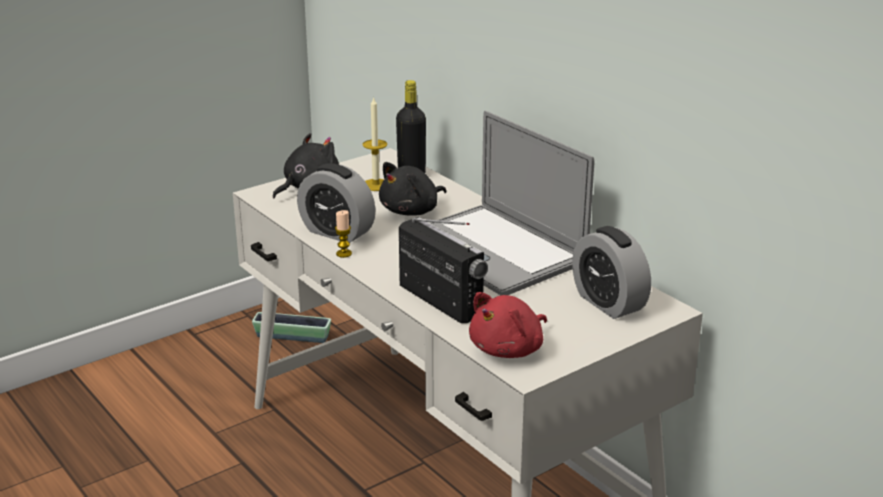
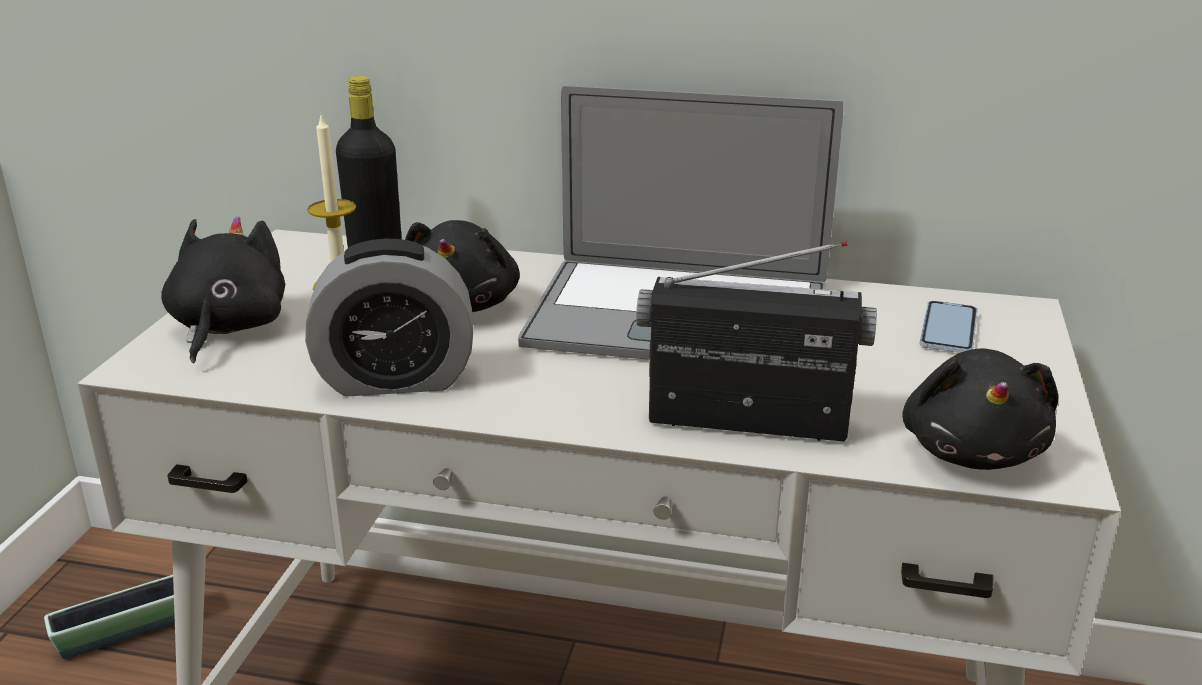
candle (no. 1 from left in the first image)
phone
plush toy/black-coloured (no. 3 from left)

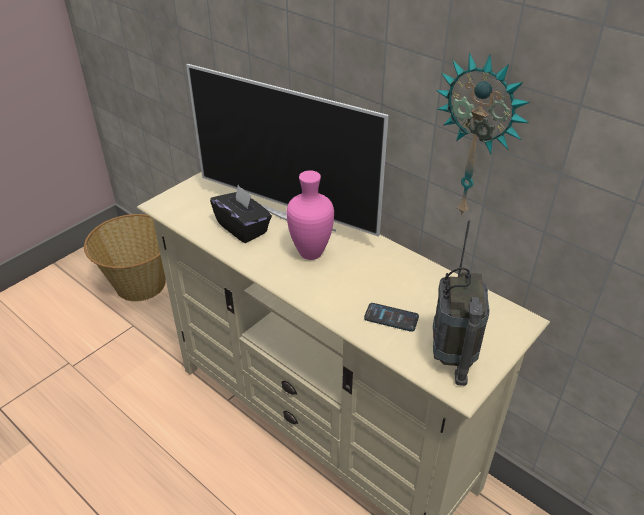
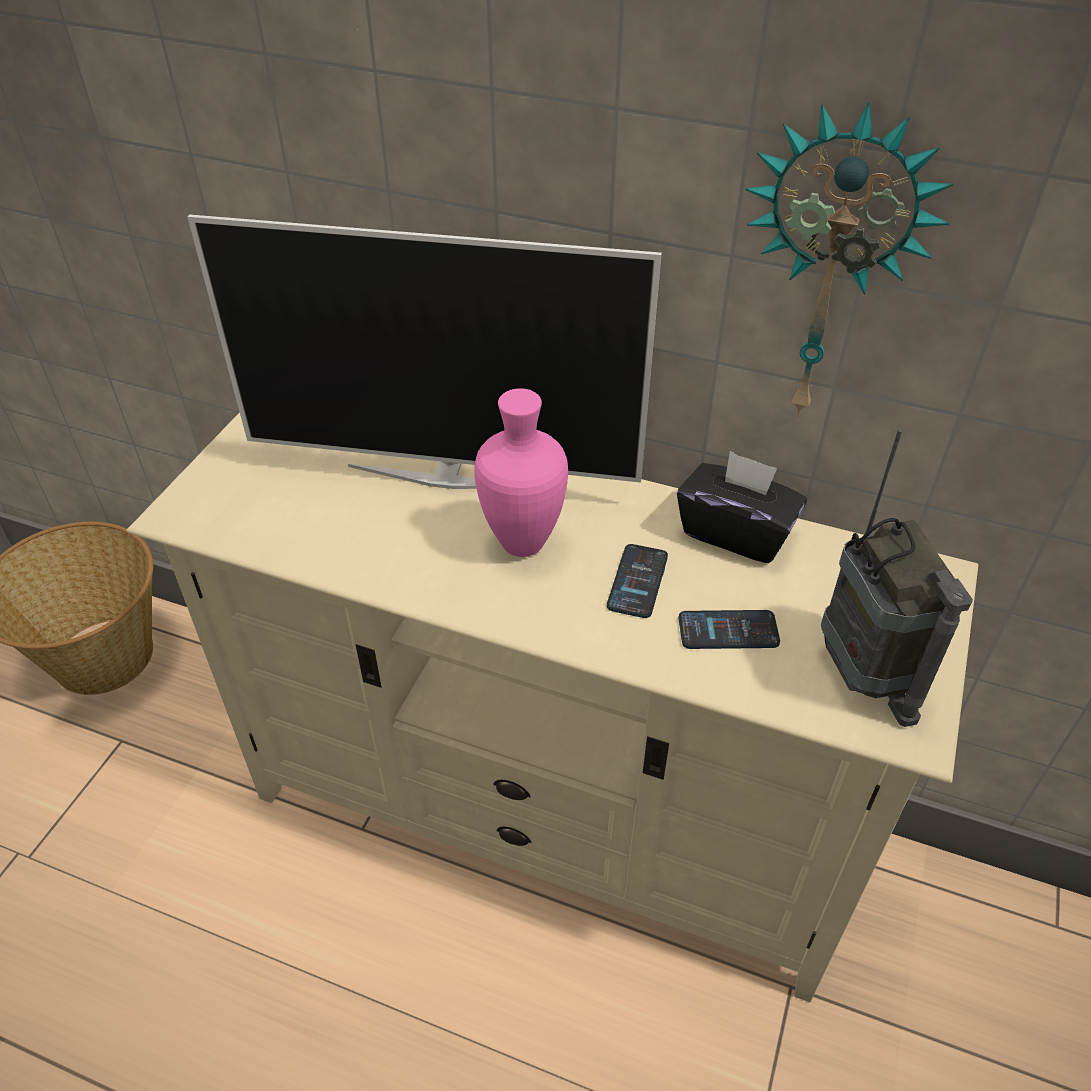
box of tissues/black-coloured
phone (no. 1 from left)

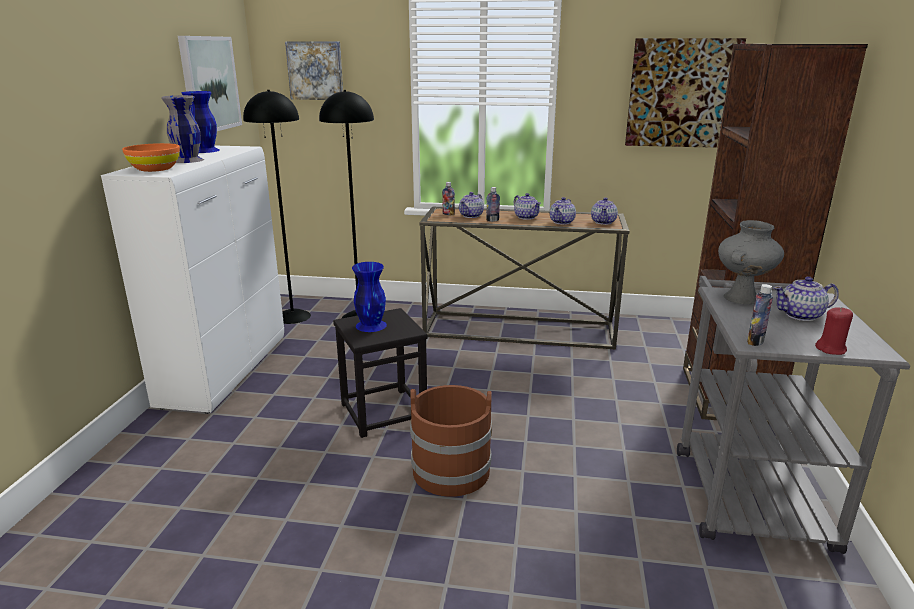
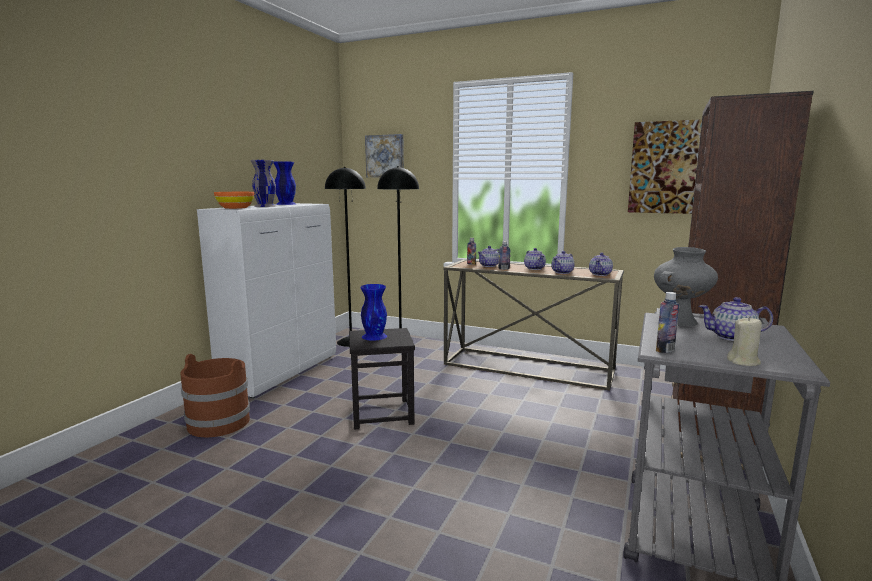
wall art (no. 1 from left in the first image)
candle/sand-coloured
bucket/brown-coloured

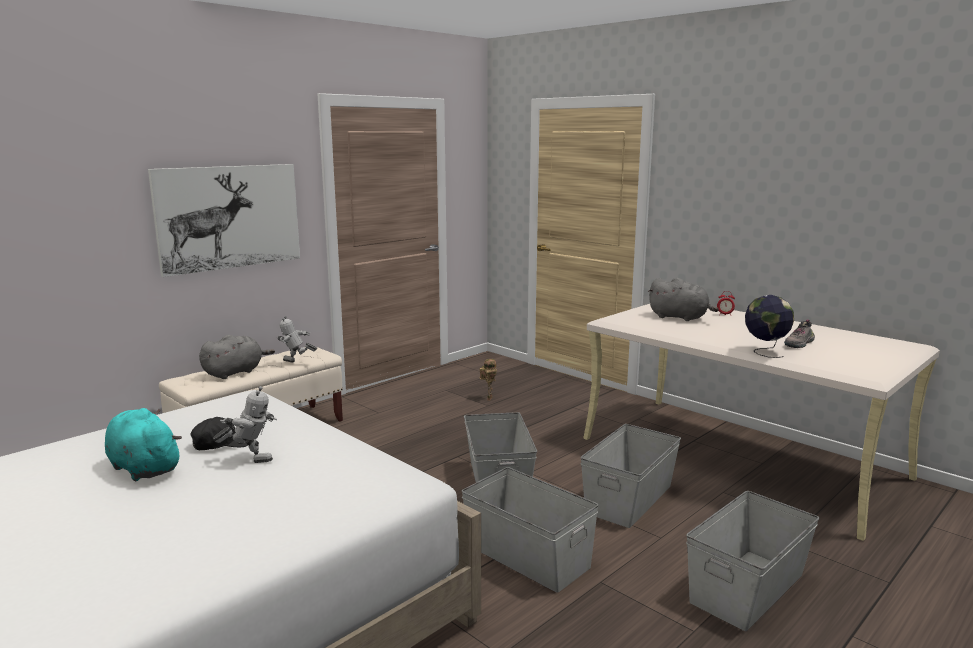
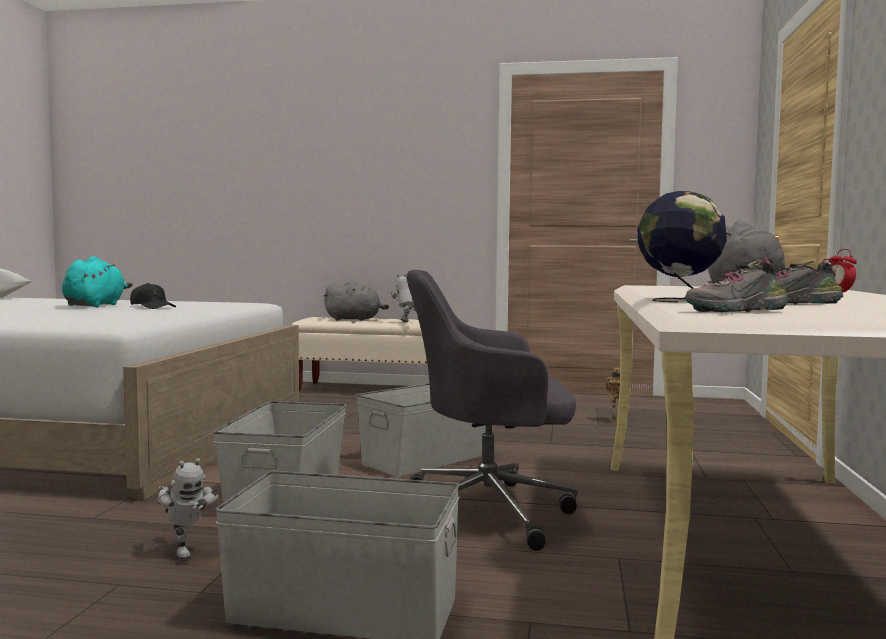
wall art
toy robot (no. 1 from left)
computer chair/grey
low shoe (no. 1 from left)

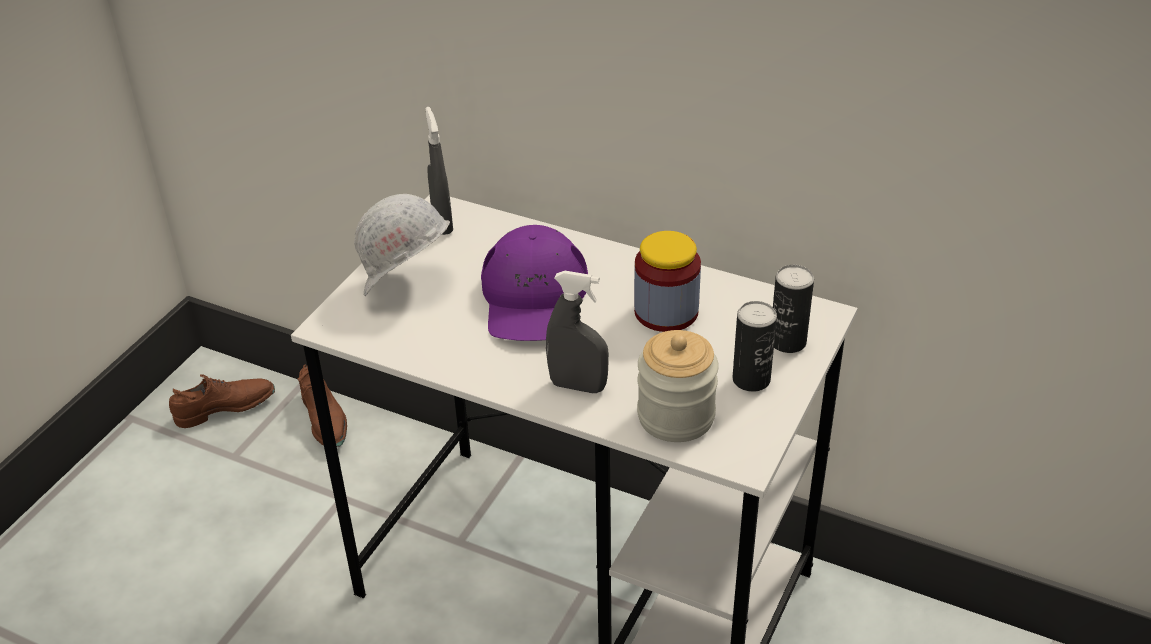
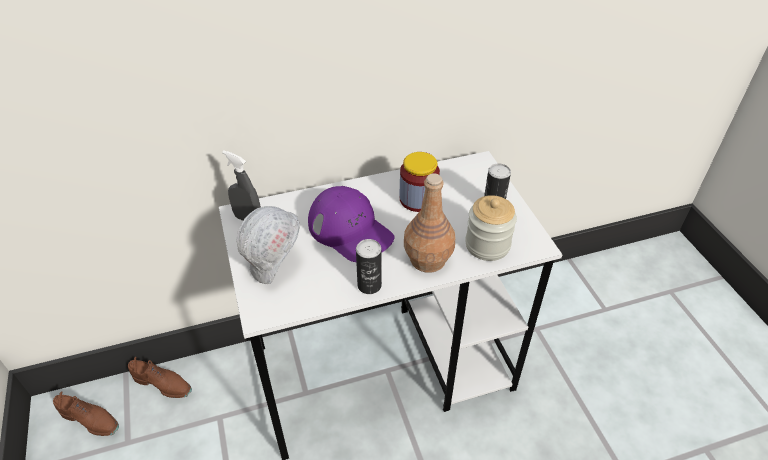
metal can (no. 1 from left)
bottle/brown-coloured
low shoe/brown-coloured (no. 1 from left)

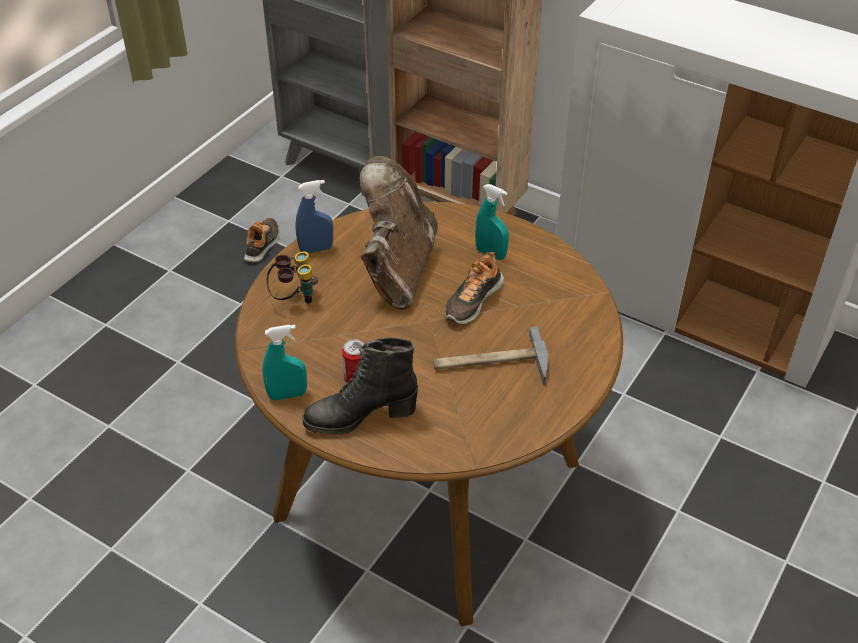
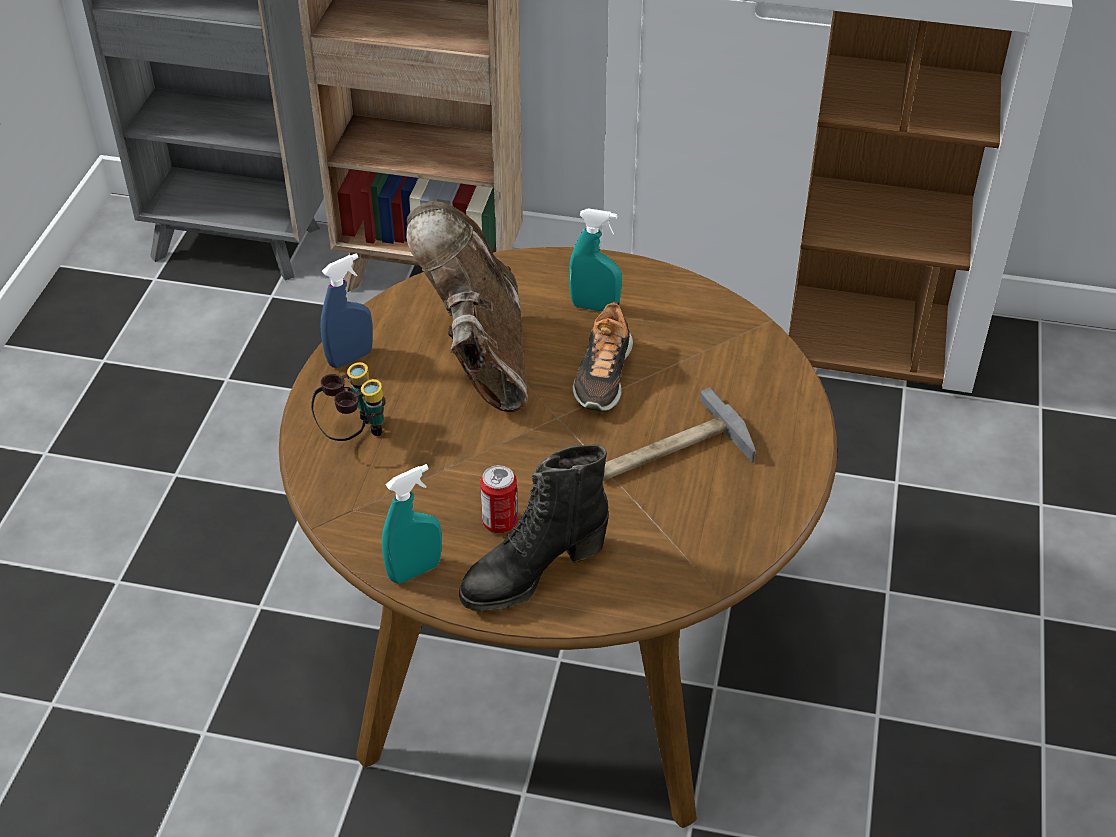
low shoe (no. 1 from left in the first image)

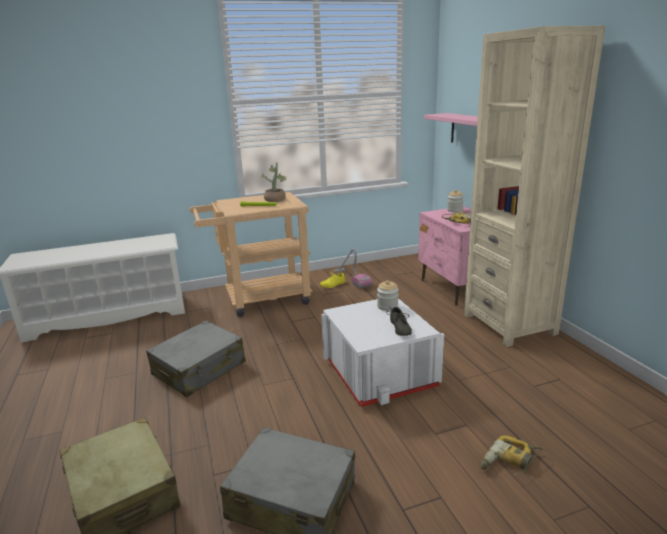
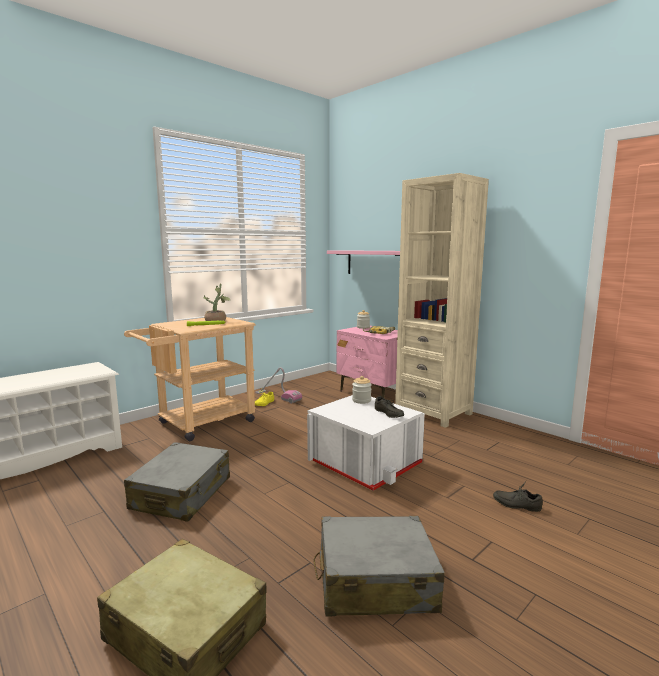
low shoe/grey (no. 2 from left)

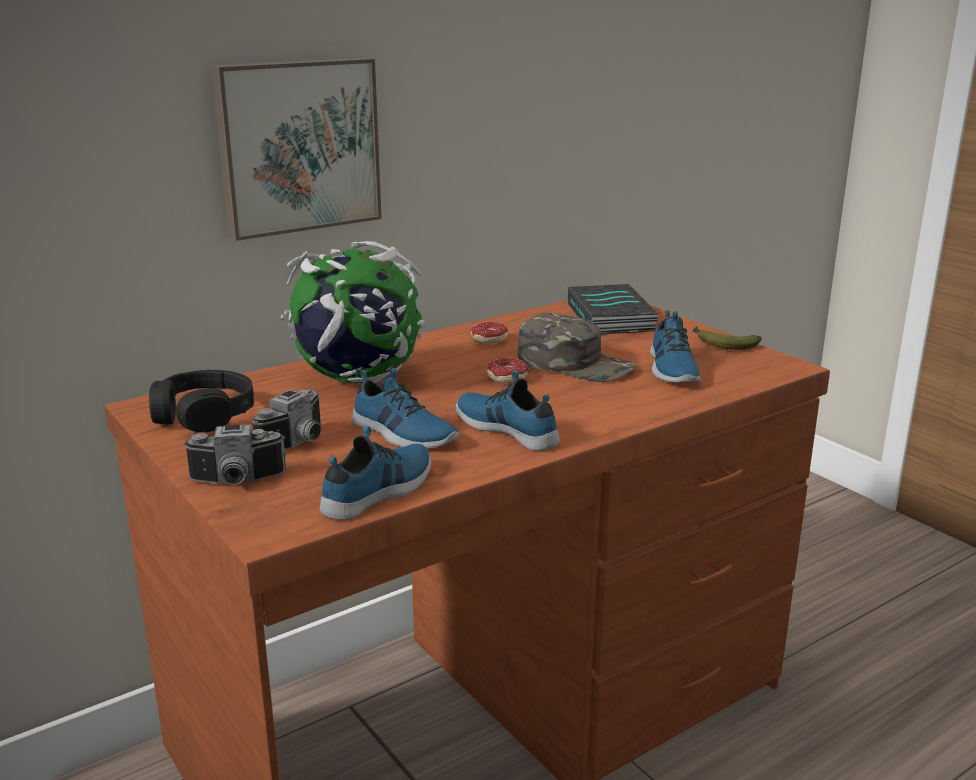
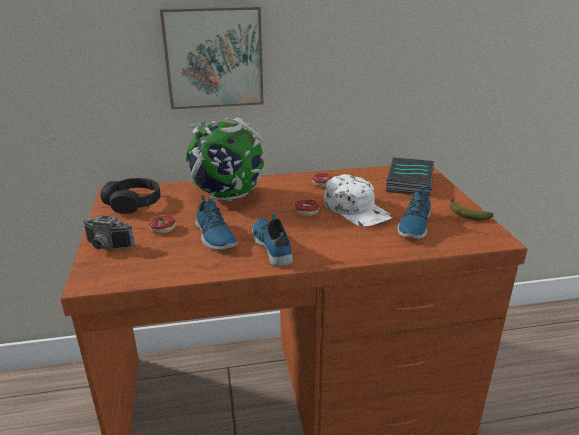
cap/whitish
donut (no. 1 from left)
low shoe (no. 1 from left in the first image)

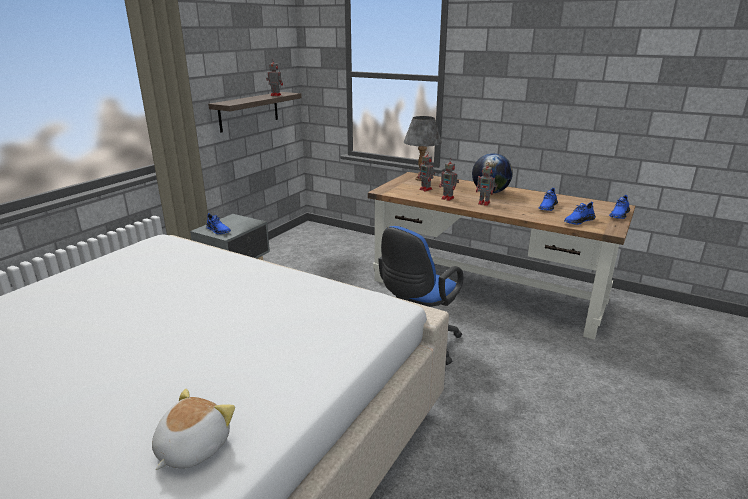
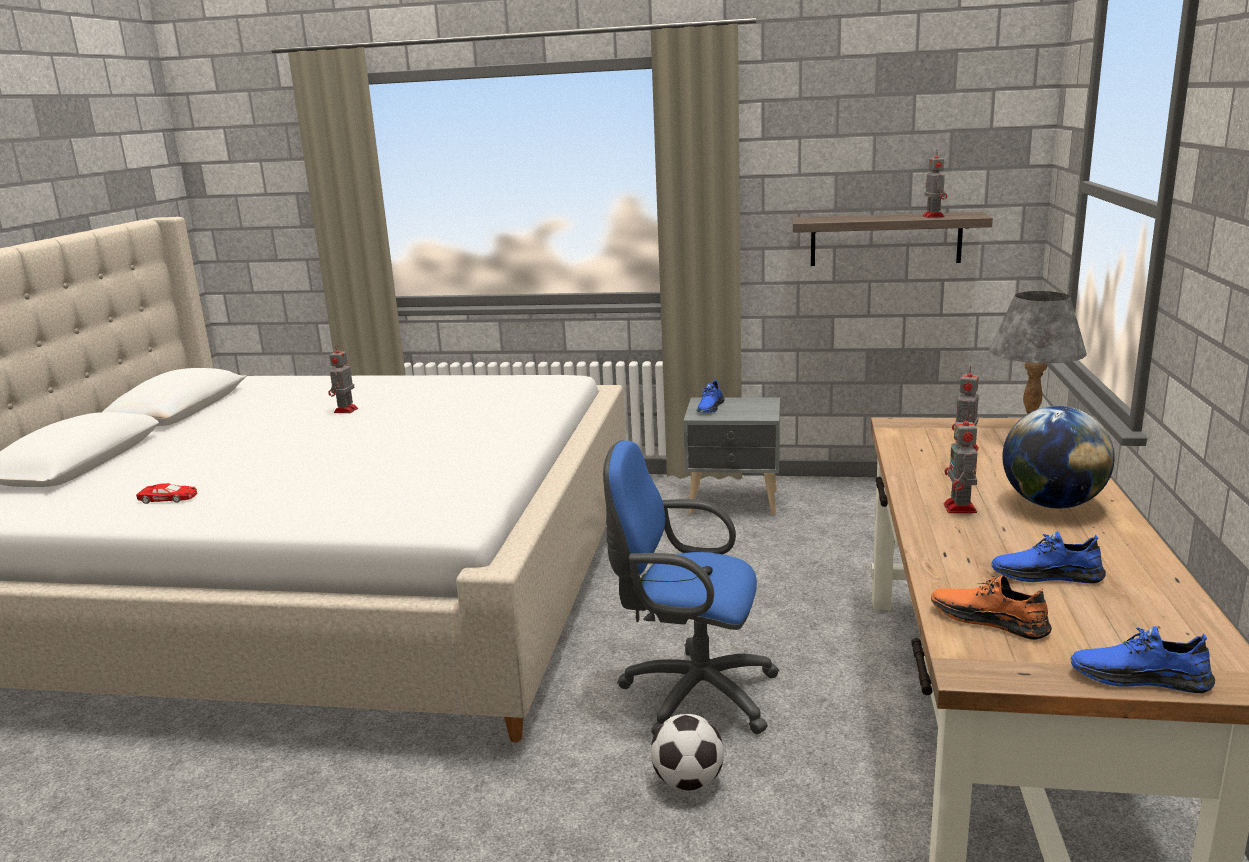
toy robot (no. 1 from left)
low shoe/orangey
toy car/reddish
football

